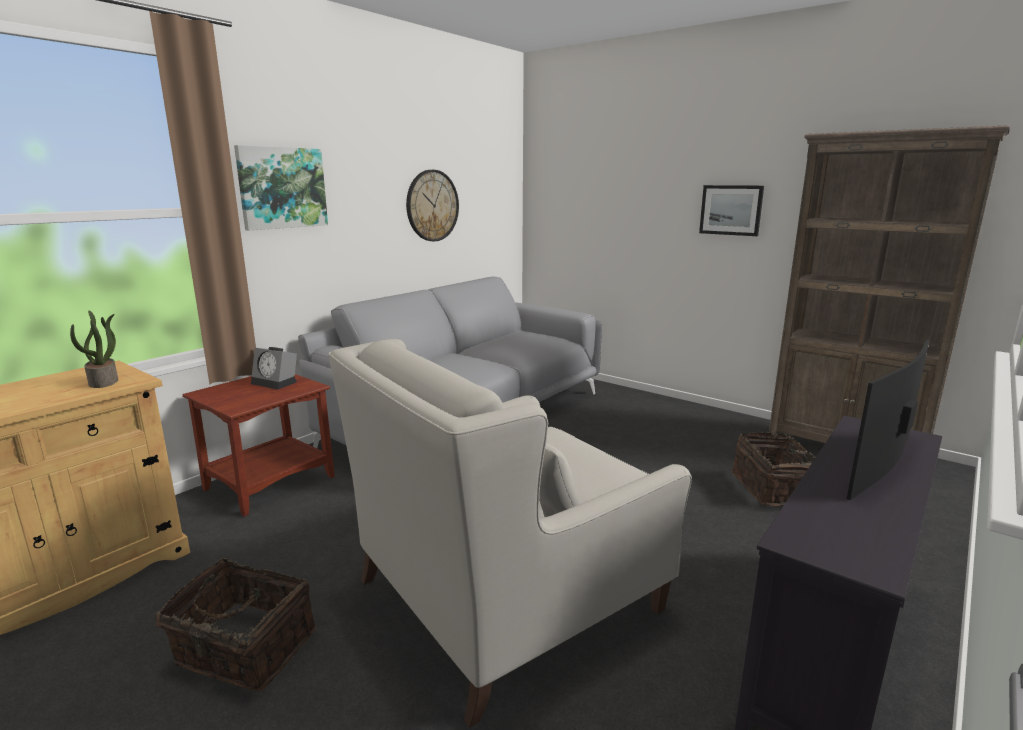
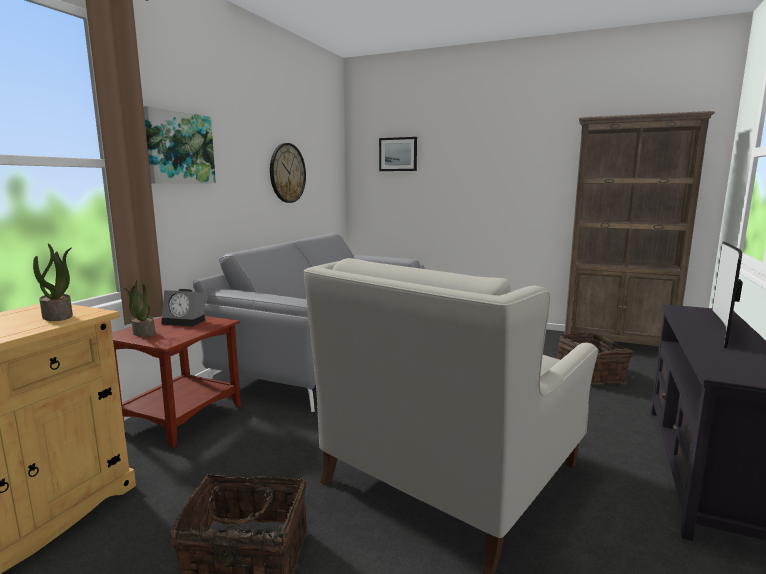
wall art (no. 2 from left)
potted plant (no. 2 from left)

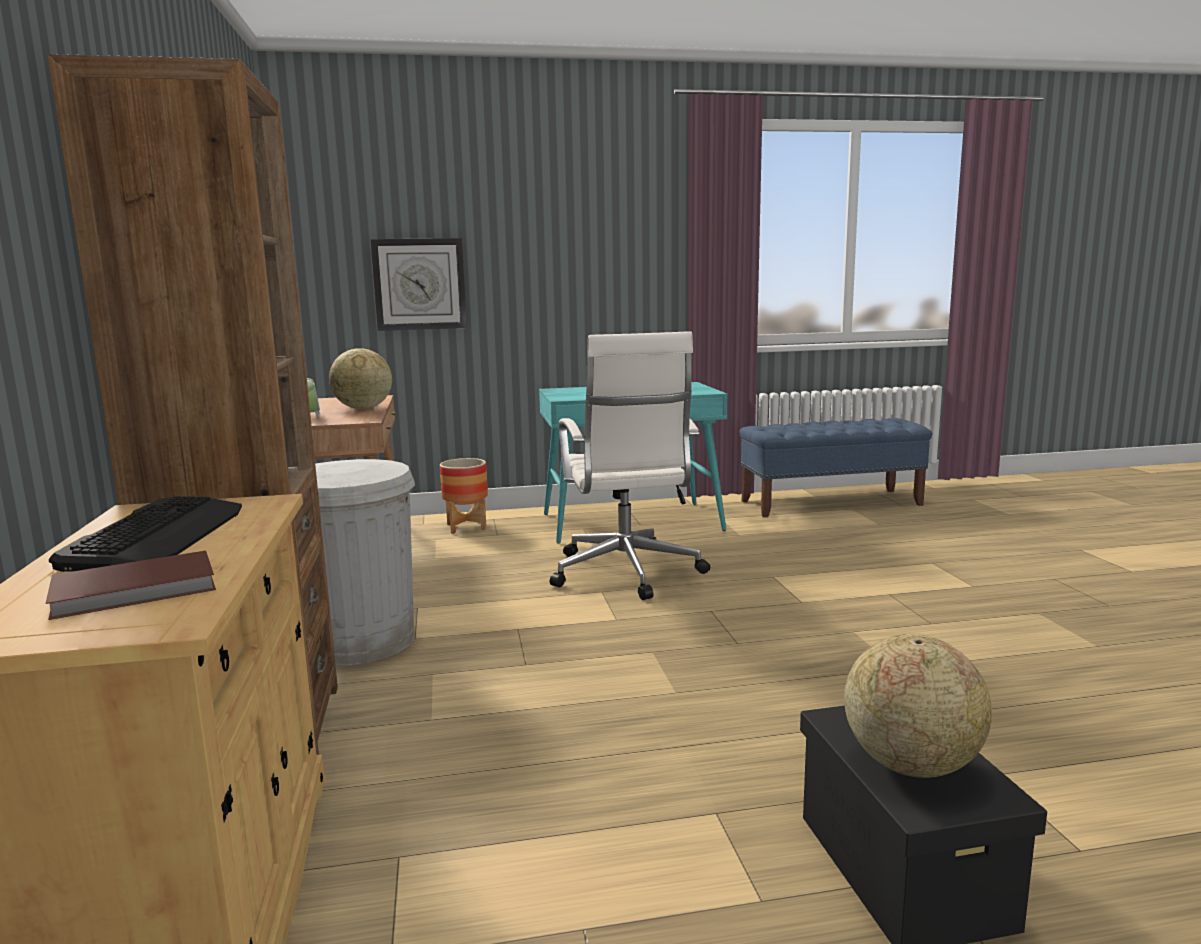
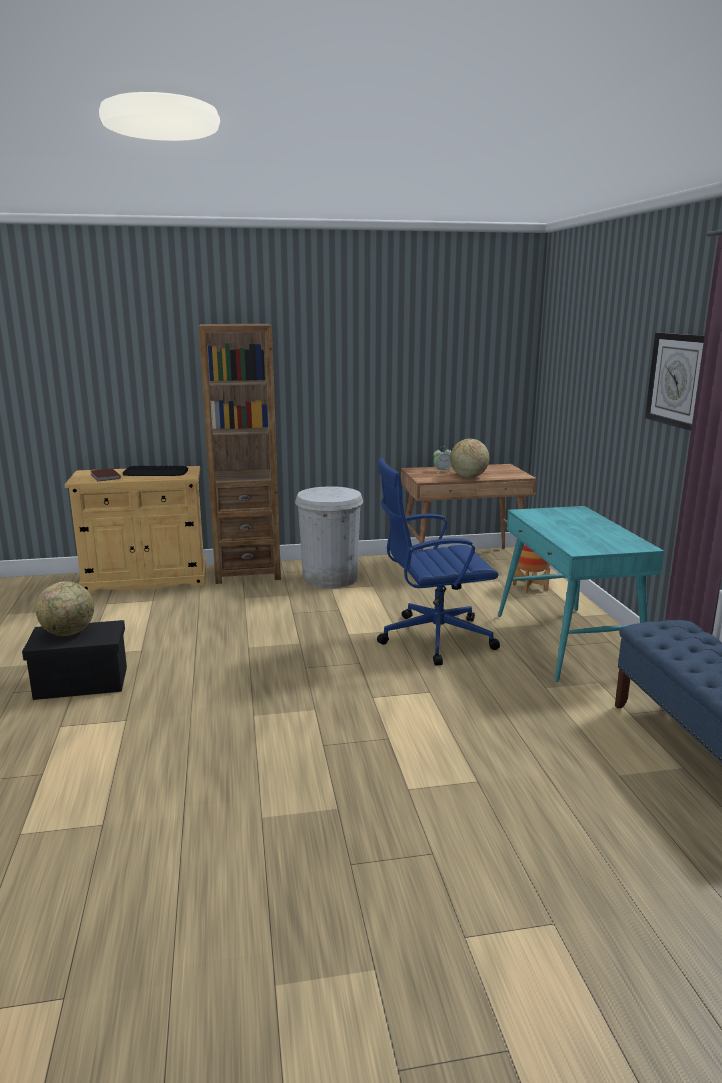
hanging clock
computer chair/blue

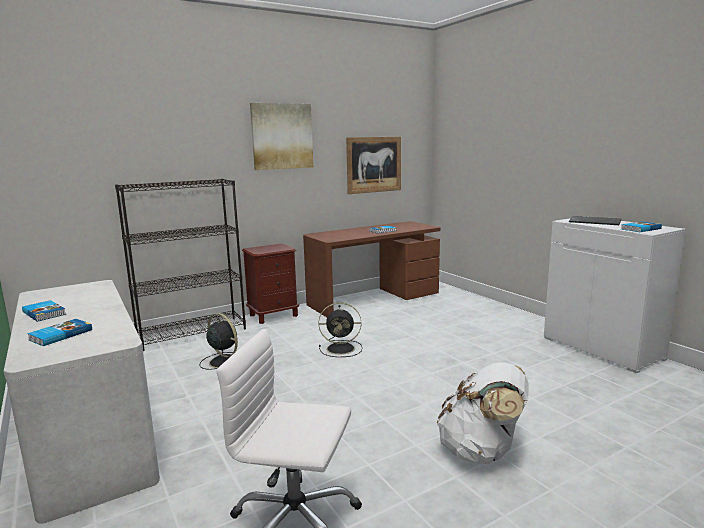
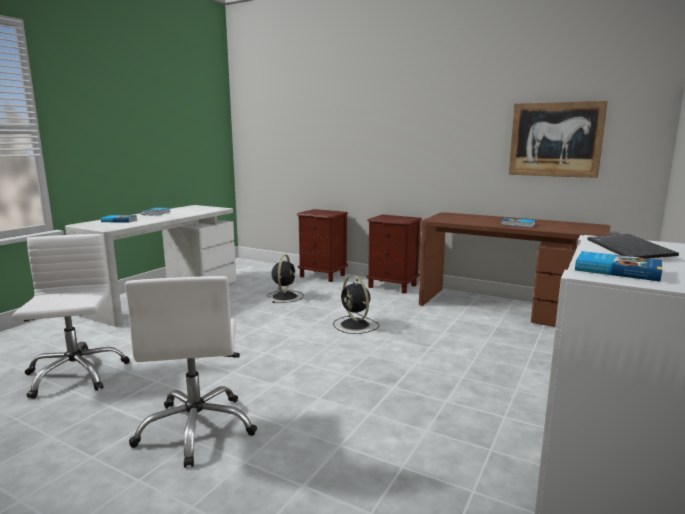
wall art (no. 1 from left in the first image)
night table/brown-coloured (no. 1 from left)
computer chair/whitish (no. 2 from left)

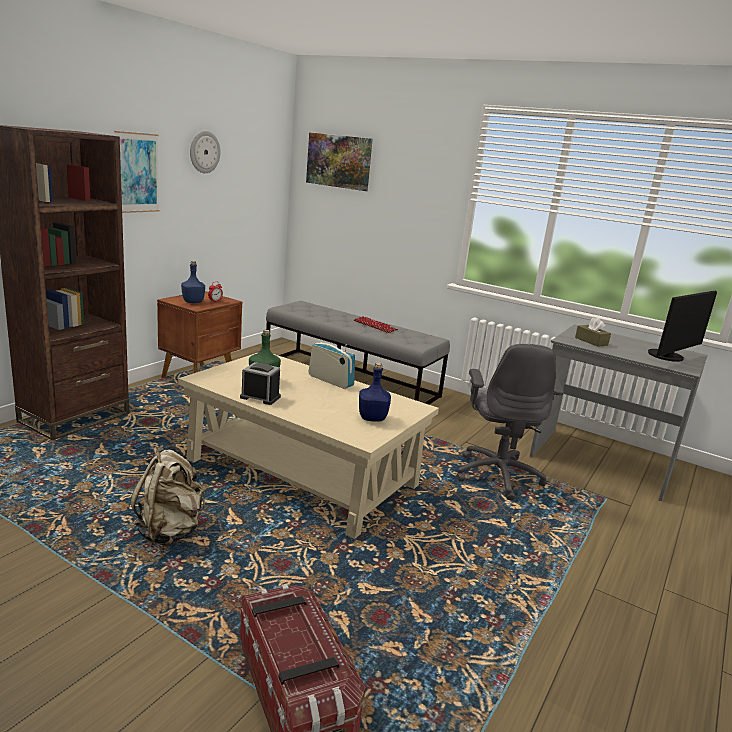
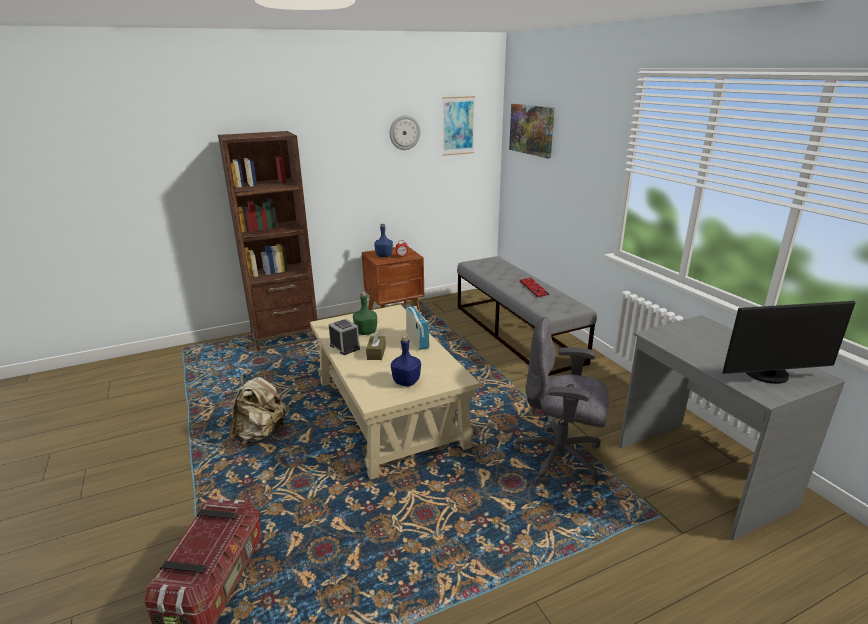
wall art (no. 1 from left)
box of tissues/brown-coloured
computer chair/grey

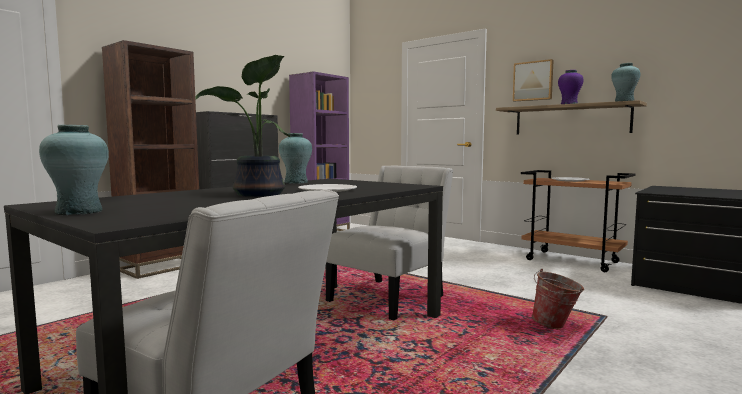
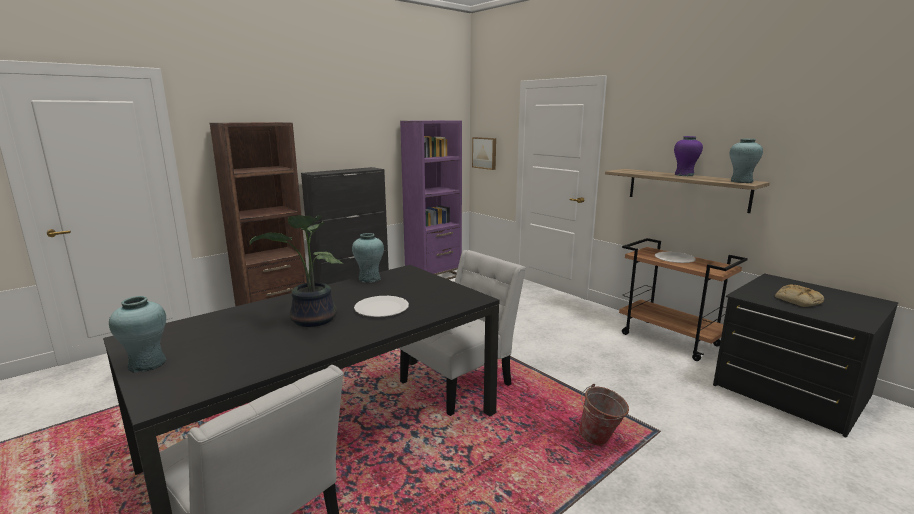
wall art
bread

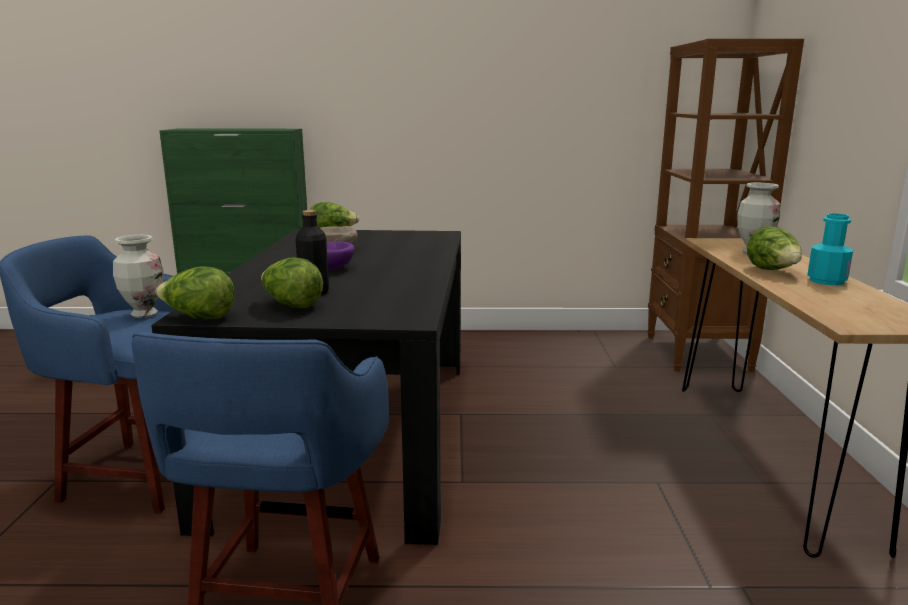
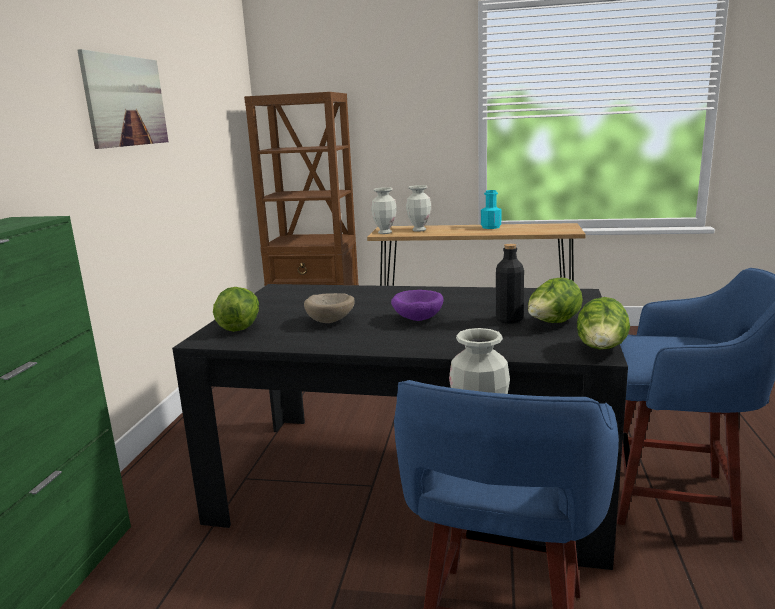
lettuce (no. 4 from left in the first image)
wall art
flower vase (no. 1 from left)

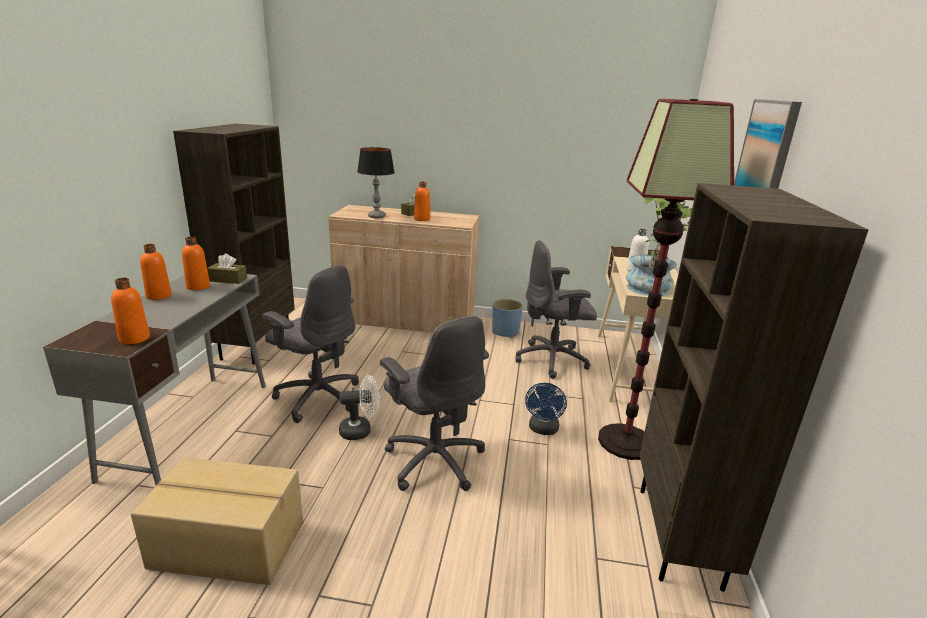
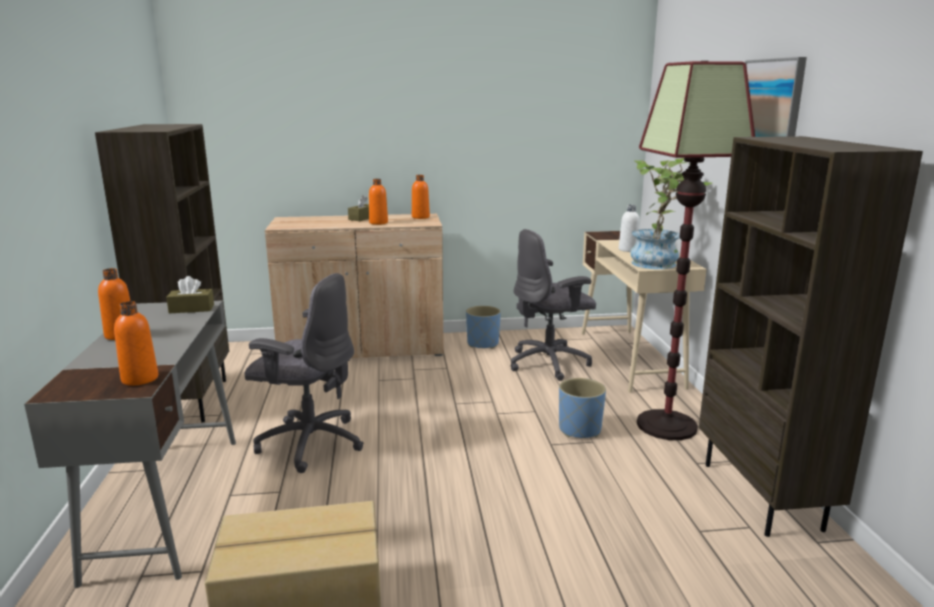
tabletop lamp
bottle/orangey (no. 4 from left)
computer chair/grey (no. 2 from left in the first image)
electric fan/whitish
planter/blue (no. 2 from left)

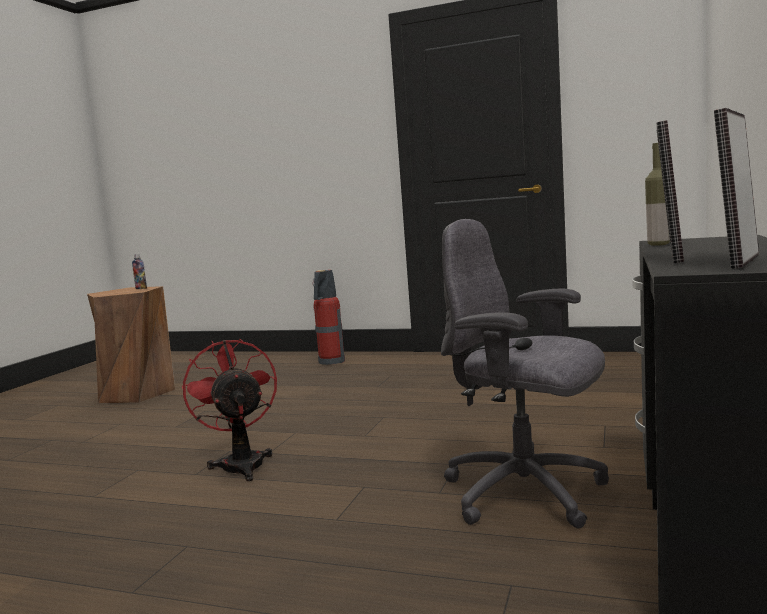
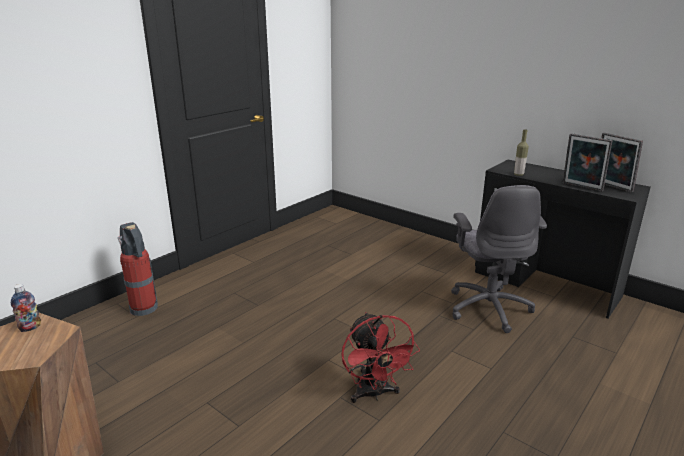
computer chair/grey
electric fan/reddish

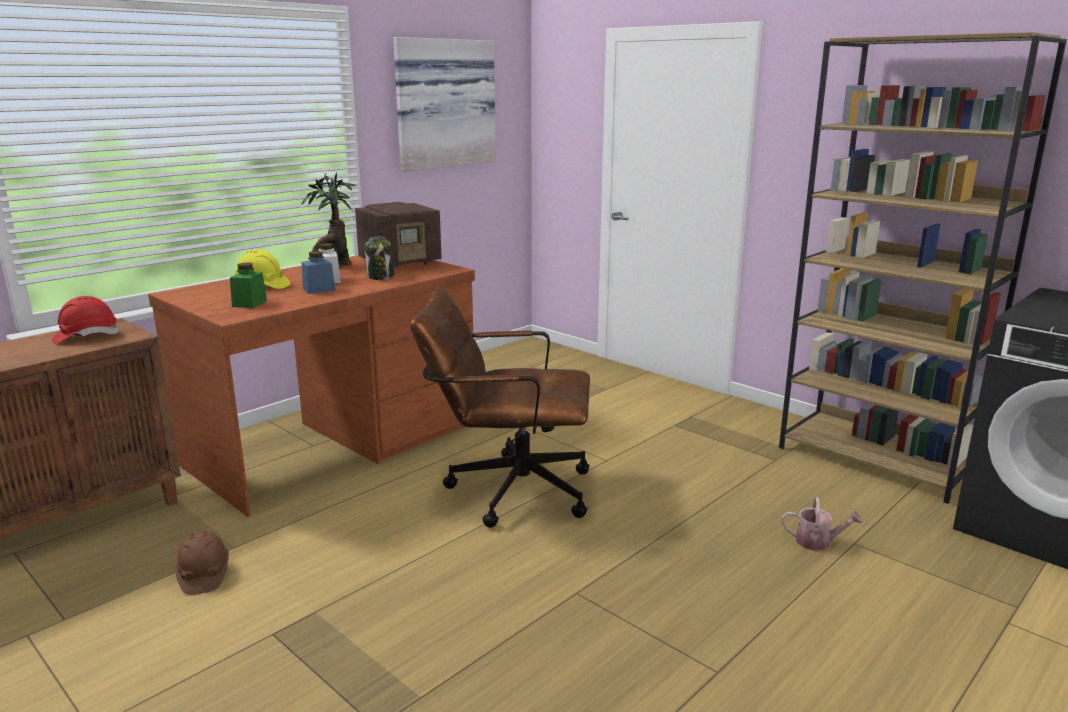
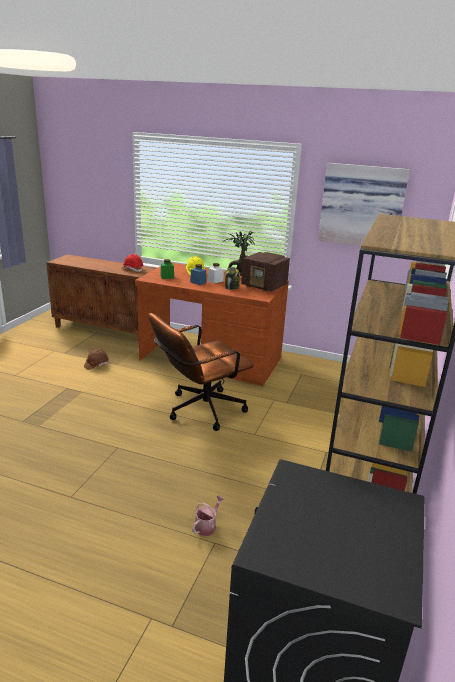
computer chair/brown-coloured
watering can

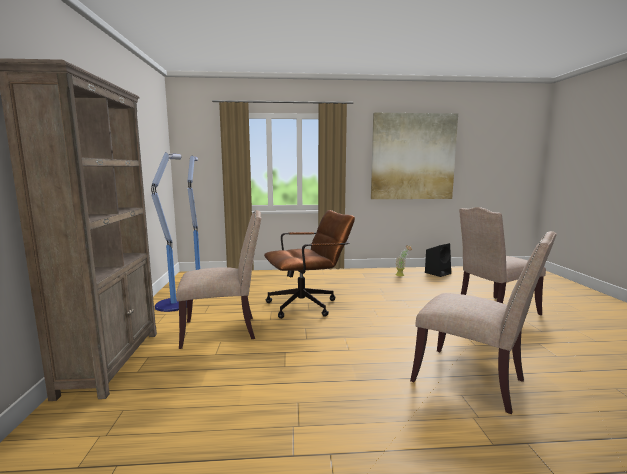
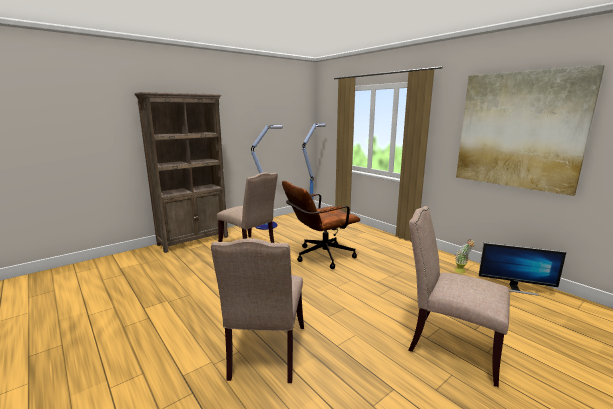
computer chair/brown-coloured
computer display

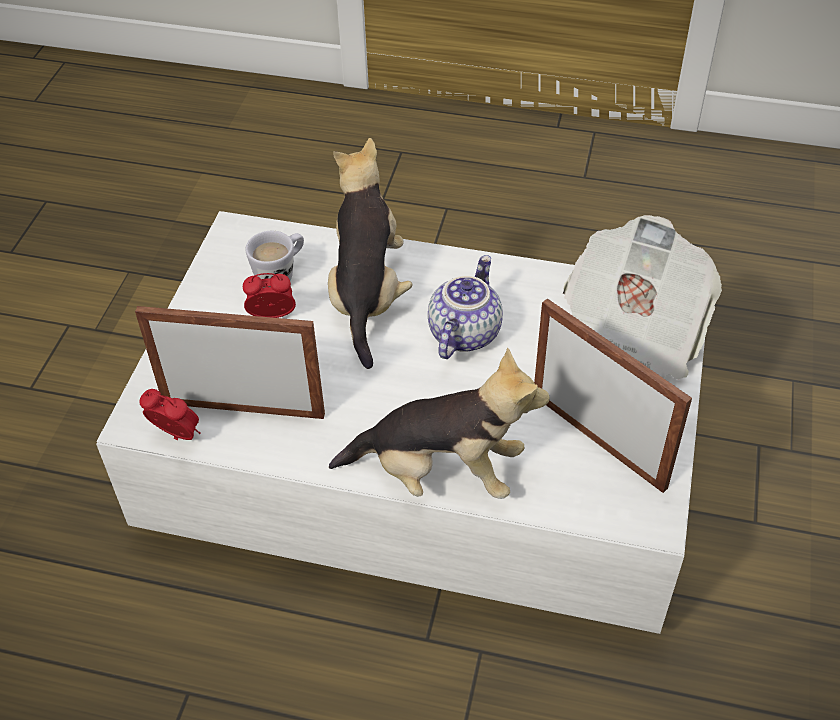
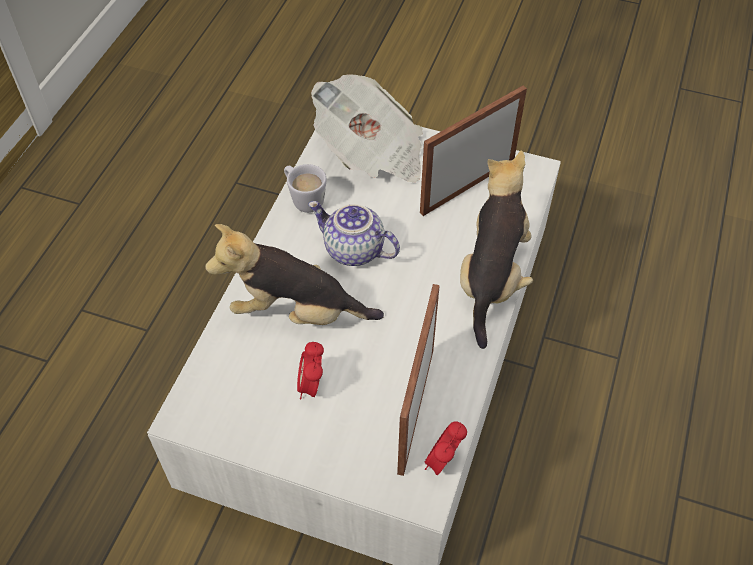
tea mug/whitish

